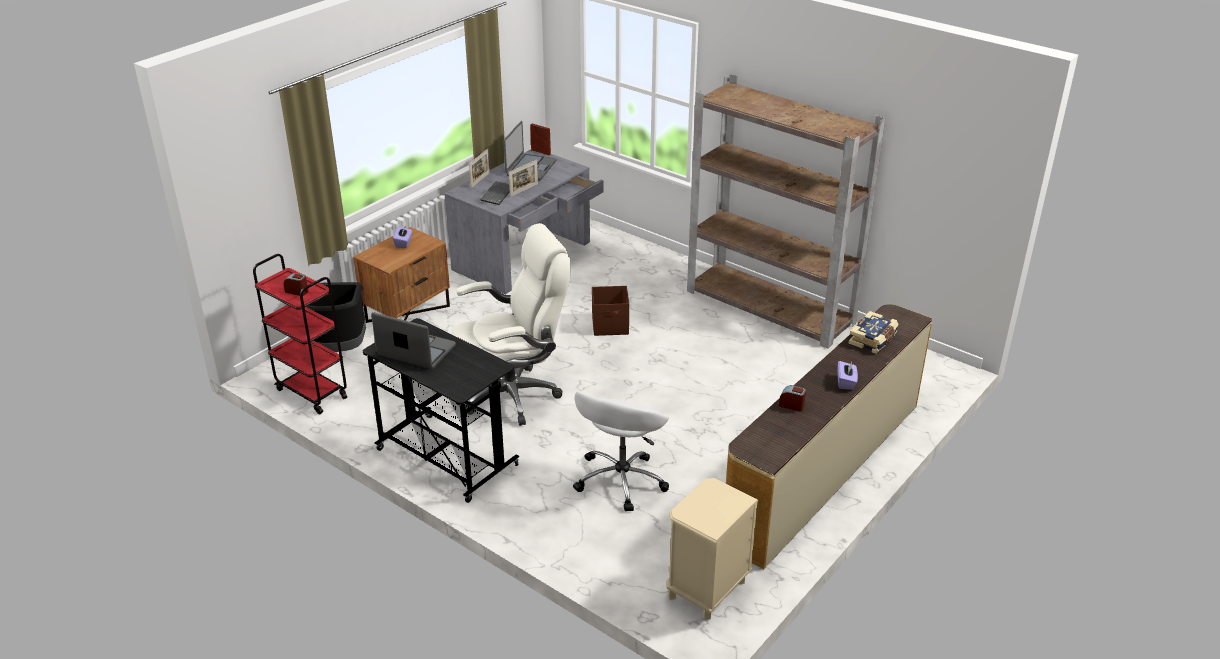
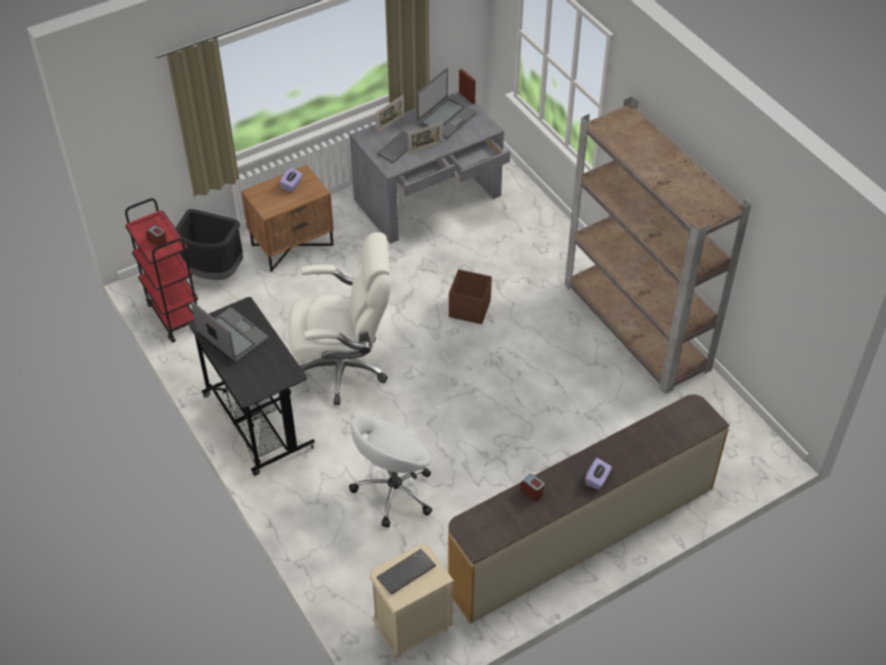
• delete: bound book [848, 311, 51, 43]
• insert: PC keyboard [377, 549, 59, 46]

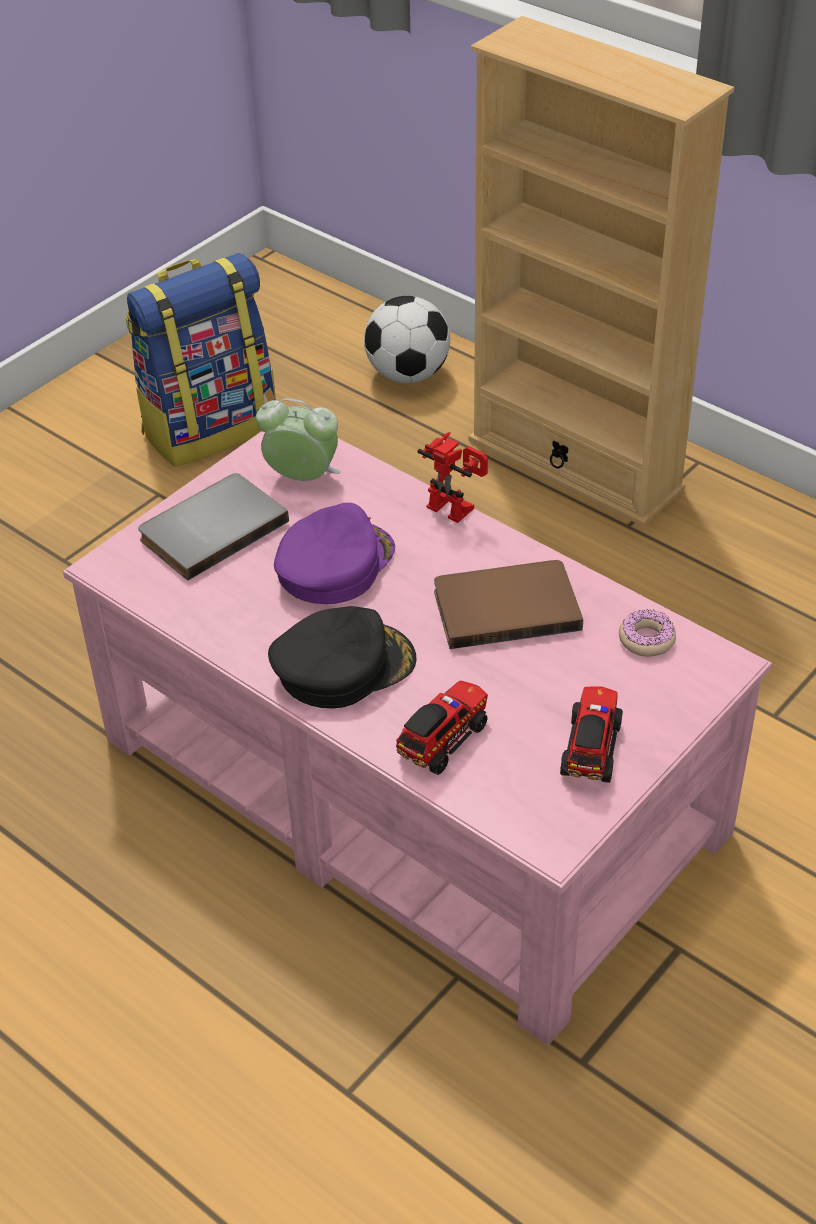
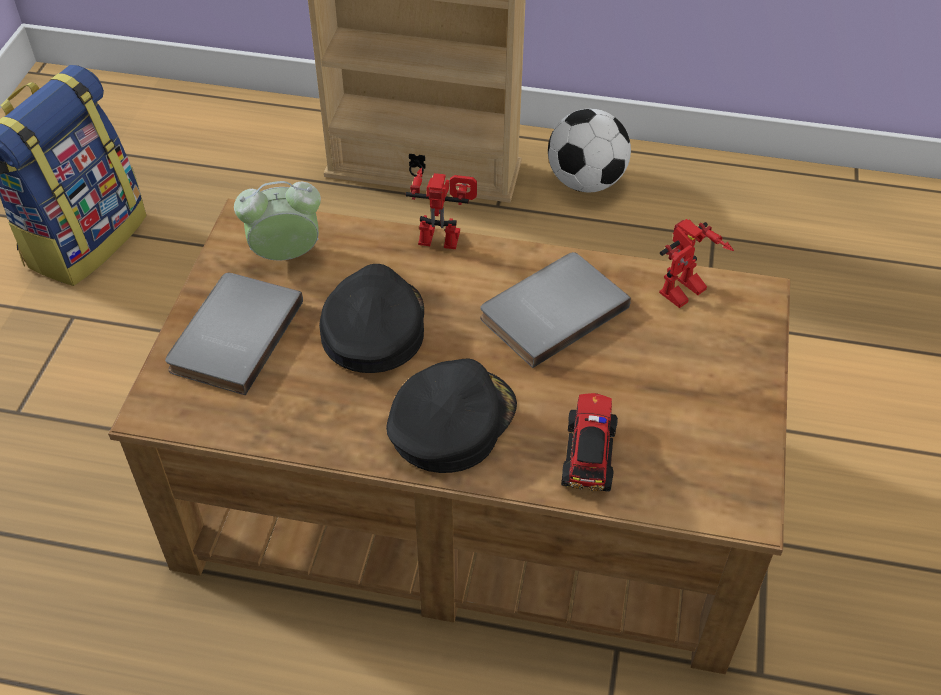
• recolor: pink-coloured low table [63, 431, 709, 615] to brownish low table [108, 199, 682, 475]
• recolor: purplish cap [274, 503, 121, 101] to black cap [319, 264, 105, 109]
• move: football ball [364, 296, 86, 87] to [548, 109, 83, 83]
• recolor: brownish bound book [434, 560, 149, 89] to greyish bound book [480, 252, 151, 116]
• delete: toy lorry [560, 686, 63, 97]
• replace: ring doughnut [619, 609, 57, 48] to robot figure [659, 219, 75, 89]

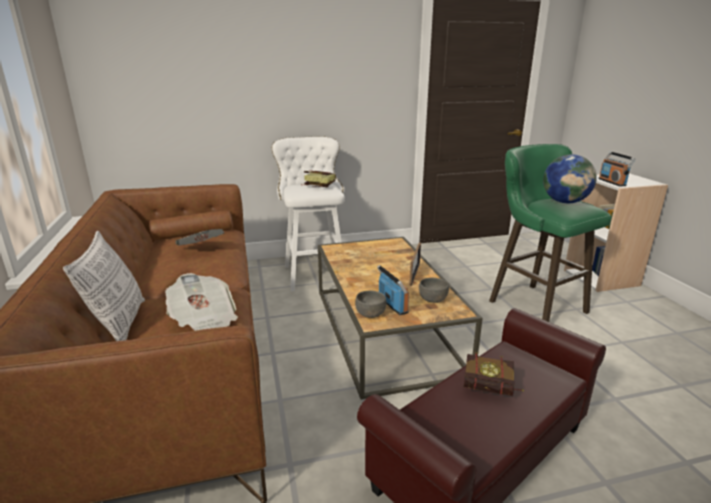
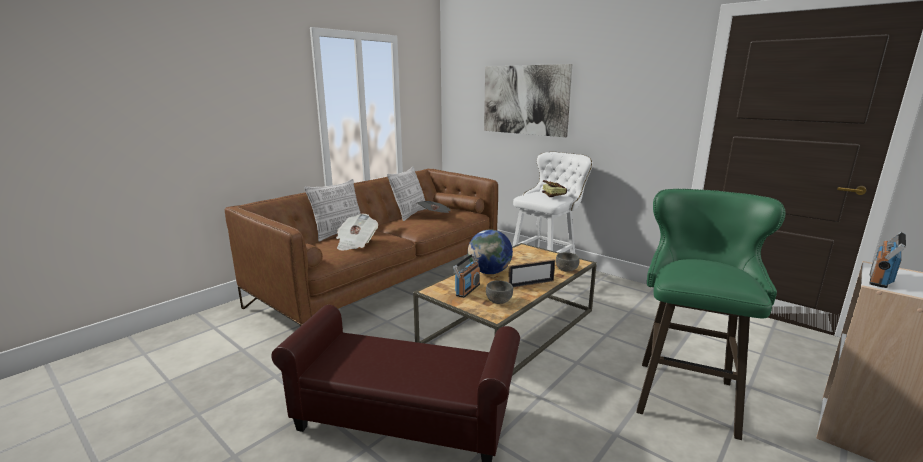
• move: greyish deep dish [355, 291, 31, 27] to [556, 252, 24, 20]
• delete: bound book [463, 352, 61, 44]
• move: desk globe [543, 154, 54, 49] to [468, 229, 45, 45]
• insert: pillow [387, 167, 40, 54]
• insert: picture [484, 64, 88, 73]

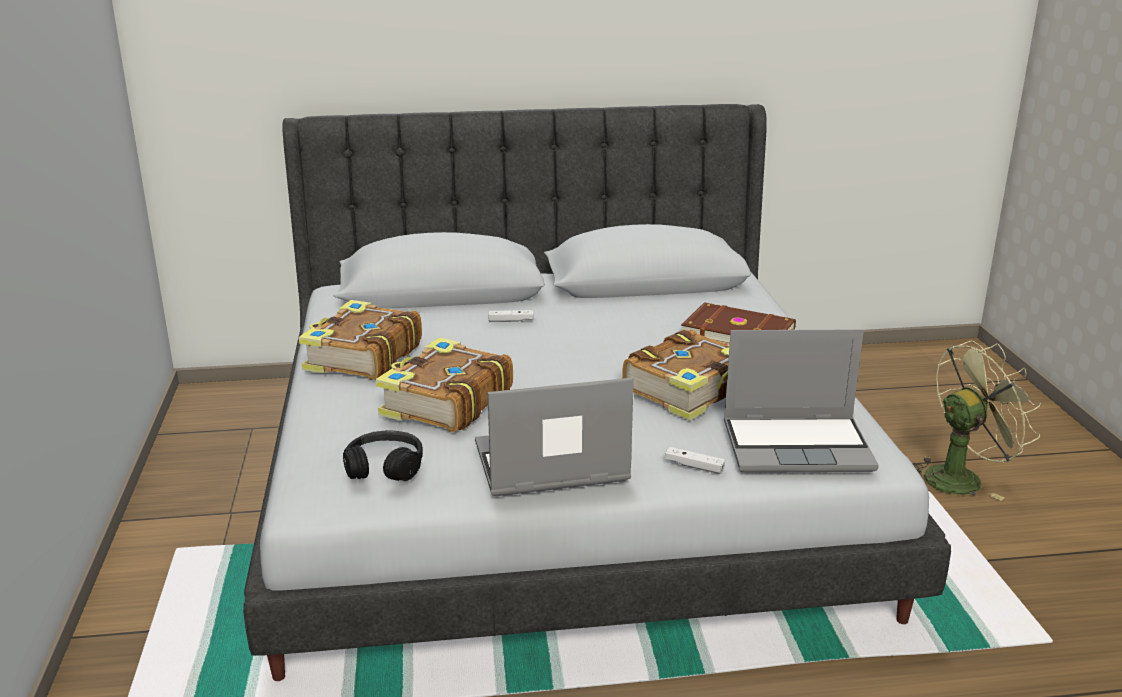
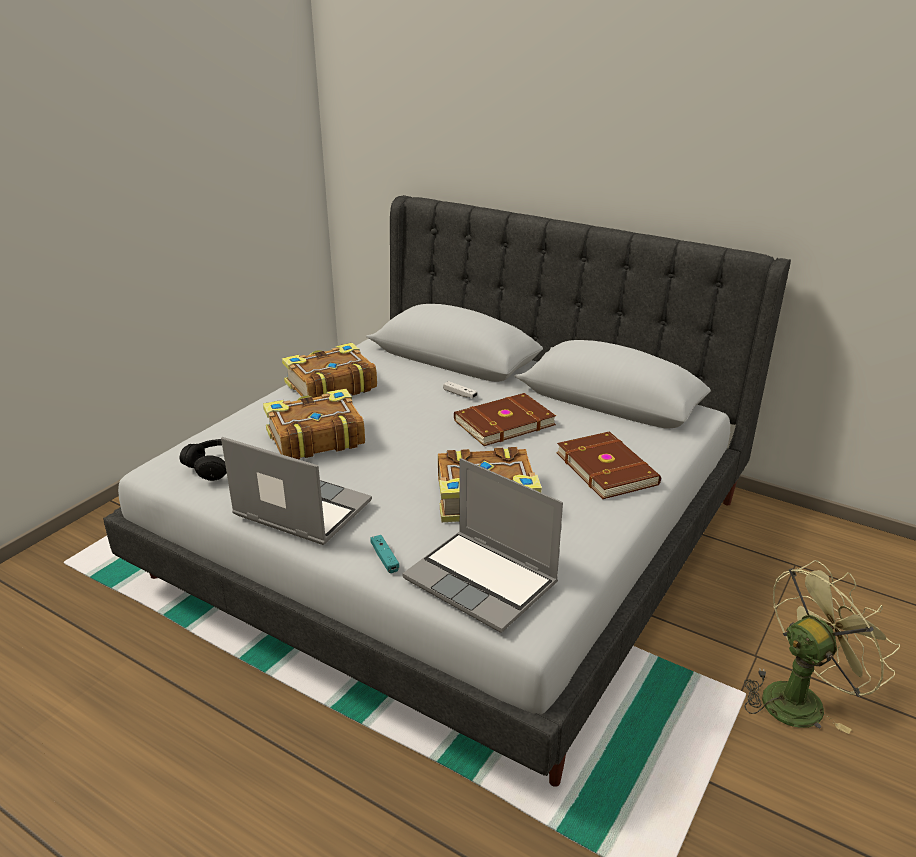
• recolor: white joypad [665, 447, 60, 27] to turquoise-coloured joypad [370, 535, 29, 38]
• rotate: green electric fan [912, 341, 129, 160] = [744, 560, 156, 174] 45 degrees counterclockwise
• insert: brownish bound book [454, 393, 102, 53]

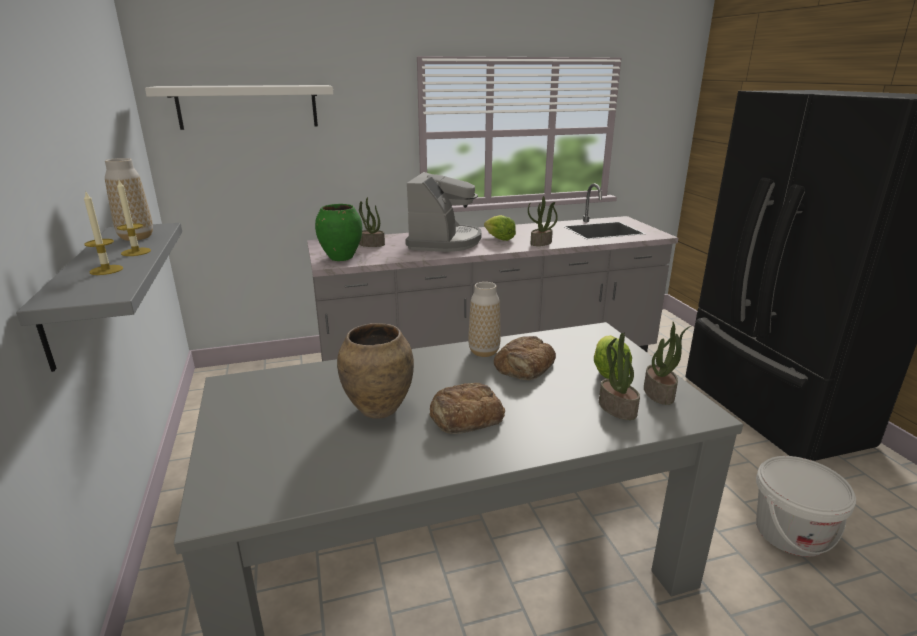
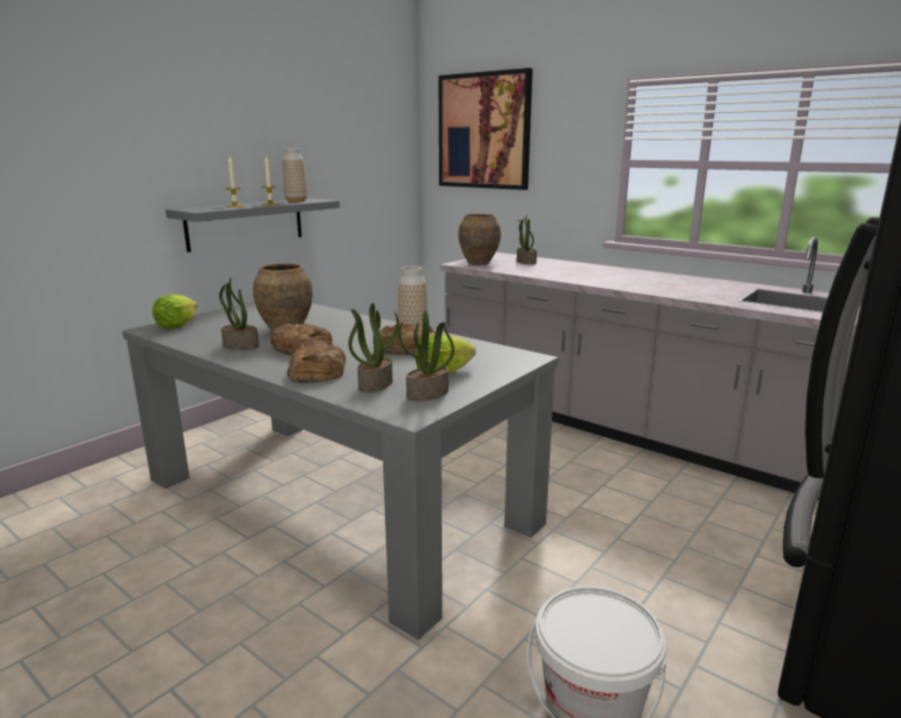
• replace: white bracket shelf [145, 85, 188, 45] to picture [439, 68, 94, 122]
• recolor: green vase [315, 204, 47, 57] to brownish vase [458, 214, 43, 51]
• delete: coffee machine [405, 172, 77, 80]
• move: lettuce head [484, 215, 32, 26] to [153, 294, 45, 35]
• move: plant in a pot [528, 196, 30, 50] to [219, 278, 40, 72]
• insert: bread [287, 340, 59, 43]

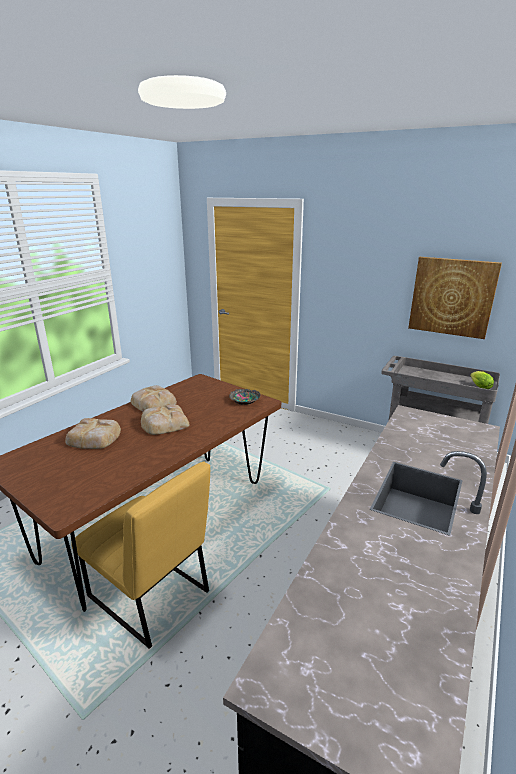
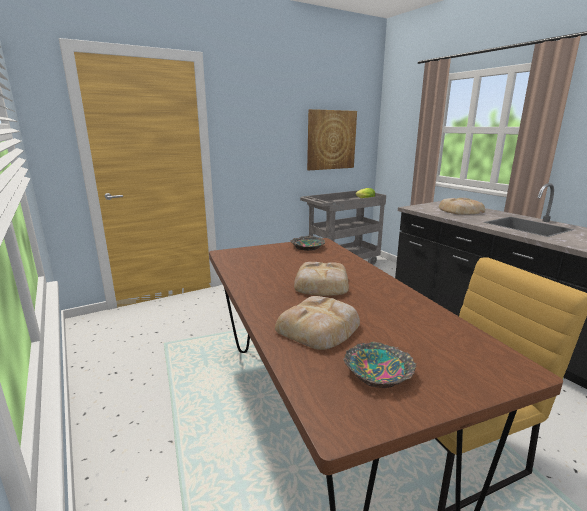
• move: bread [131, 385, 46, 27] to [439, 198, 46, 17]
• insert: deep dish [343, 342, 74, 46]

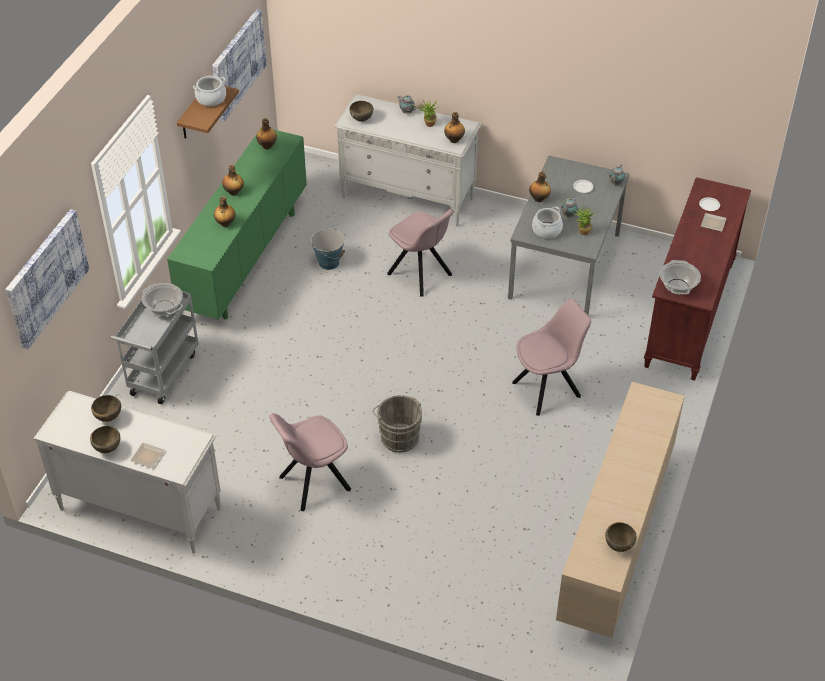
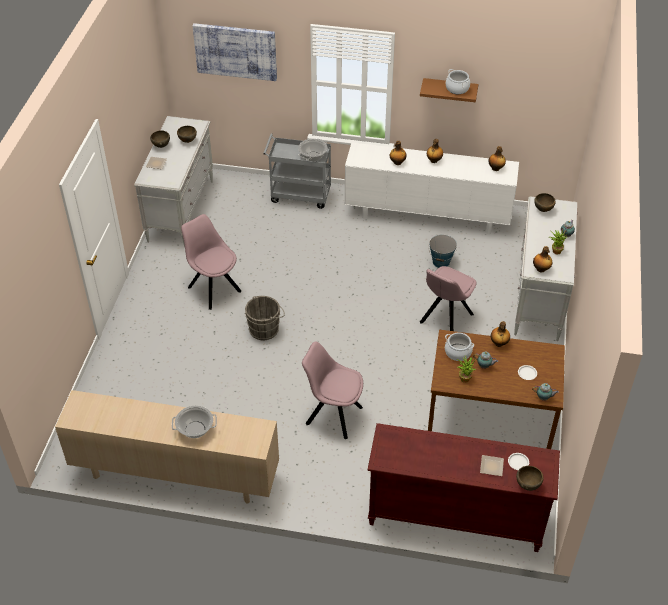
• recolor: green cupboard [167, 127, 140, 193] to white cupboard [345, 142, 174, 92]
• delete: picture [212, 9, 55, 113]
• recolor: greyish kitchen table [508, 156, 122, 159] to brownish kitchen table [428, 329, 137, 120]
• rotate: pink-coloured chair [512, 299, 79, 117] = [302, 341, 61, 98] 150 degrees clockwise
• move: brownish deep dish [605, 522, 32, 30] to [516, 466, 28, 25]
• move: saucepot [659, 260, 42, 34] to [172, 406, 45, 32]

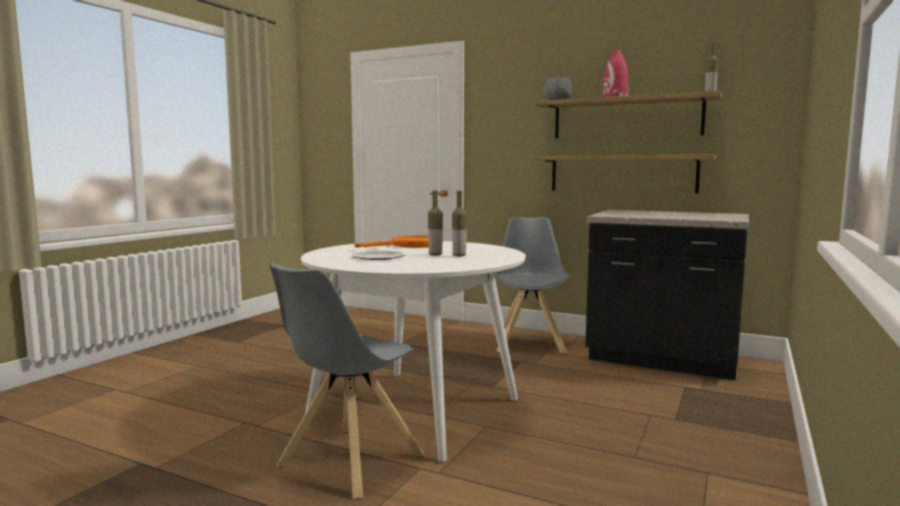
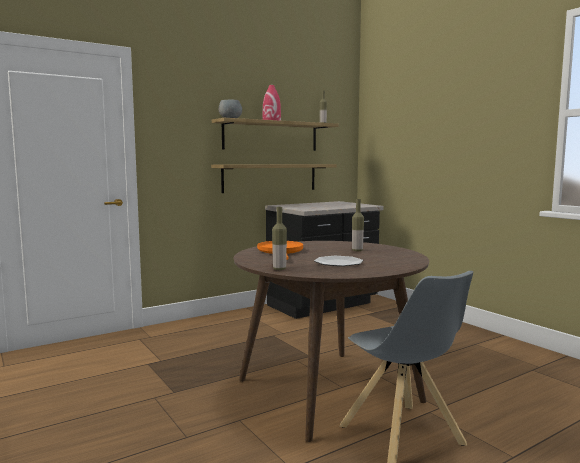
• recolor: white kitchen table [301, 241, 225, 221] to brownish kitchen table [234, 241, 195, 201]
• move: drink bottle [428, 191, 15, 65] to [272, 207, 15, 63]
• delete: greyish chair [495, 217, 74, 137]

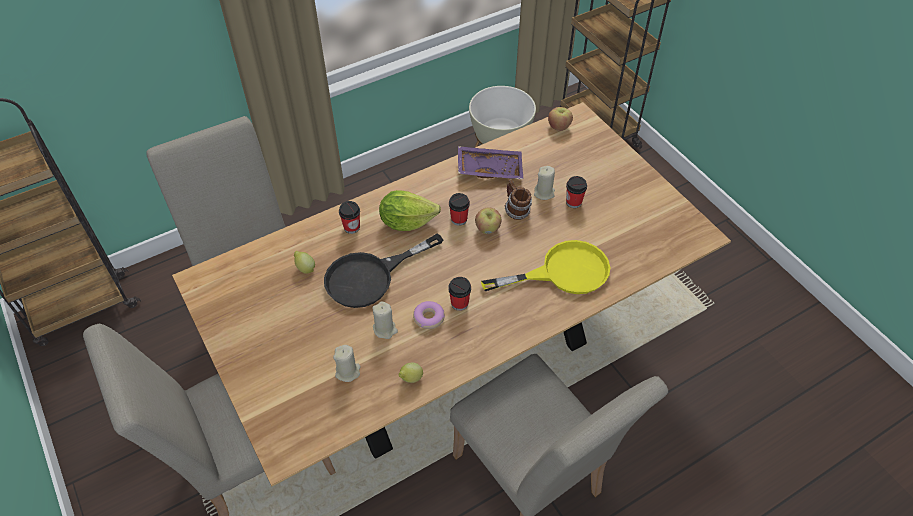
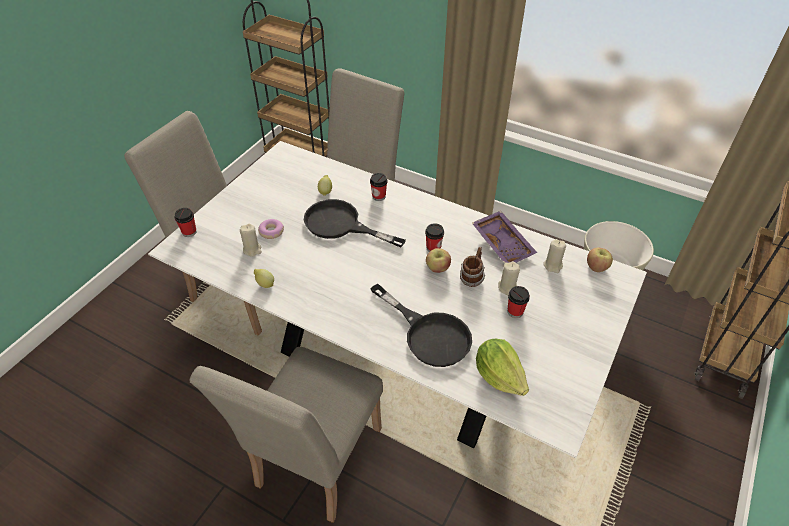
• recolor: brownish kitchen table [172, 102, 559, 384] to white kitchen table [148, 141, 499, 317]
• move: beige wax light [372, 301, 26, 38] to [543, 239, 23, 34]
• move: lettuce head [379, 190, 62, 41] to [476, 339, 53, 57]
• move: ring doughnut [413, 301, 32, 28] to [258, 219, 26, 20]
• move: drinking cup [448, 277, 23, 34] to [175, 208, 22, 29]
• recolor: yellow skillet [481, 240, 129, 54] to black skillet [371, 284, 101, 83]

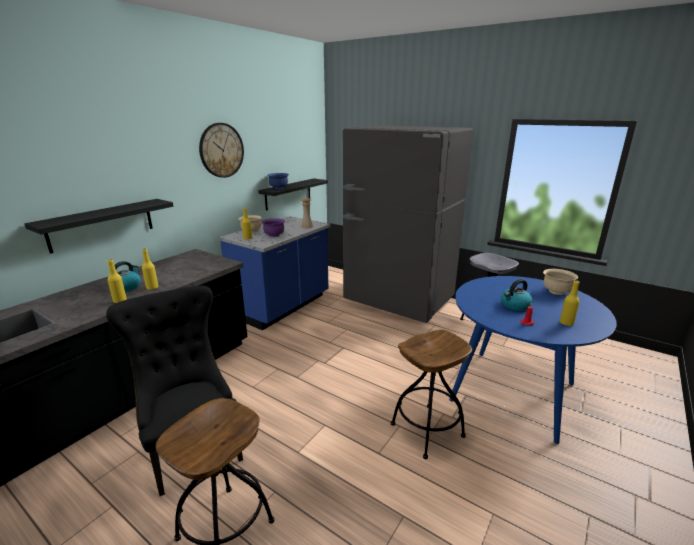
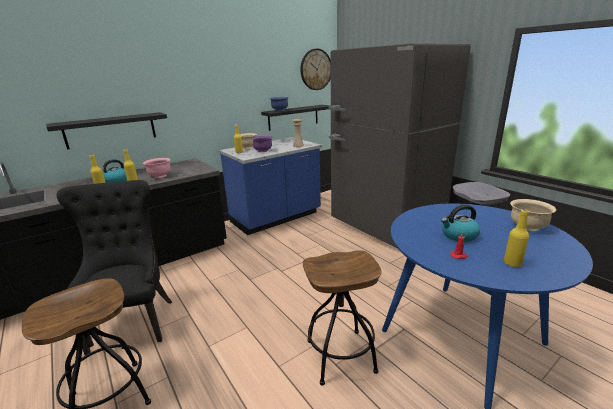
• move: hanging clock [199, 123, 45, 55] to [300, 49, 31, 41]
• insert: pink-coloured deep dish [143, 158, 28, 20]

